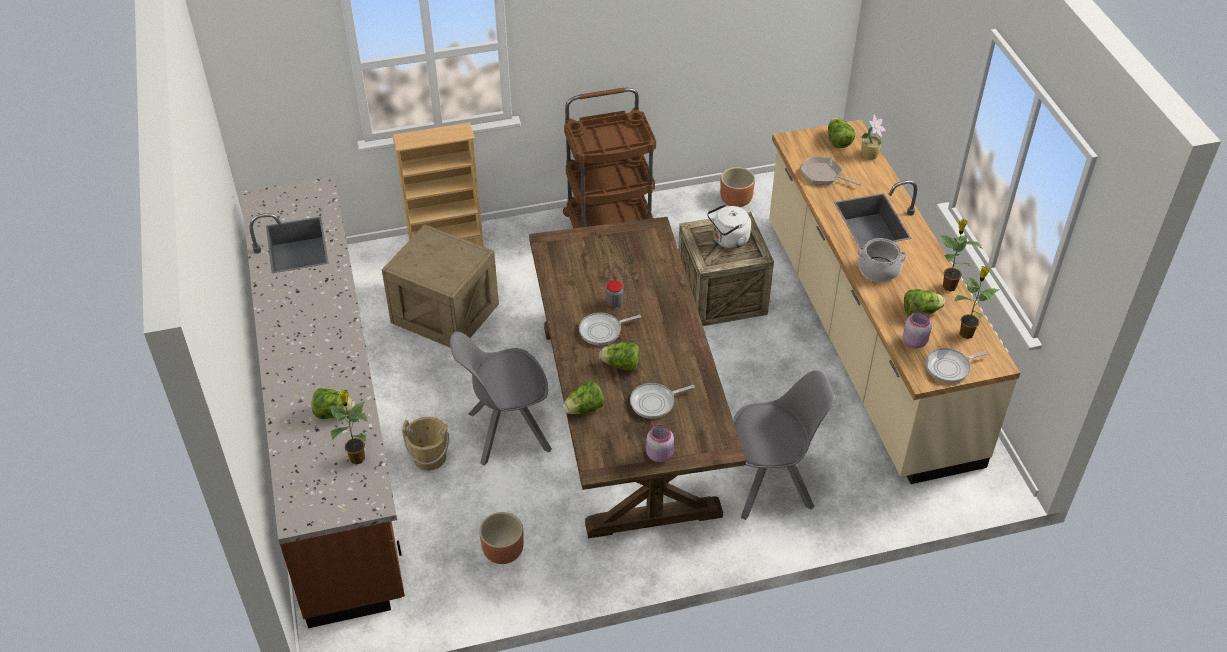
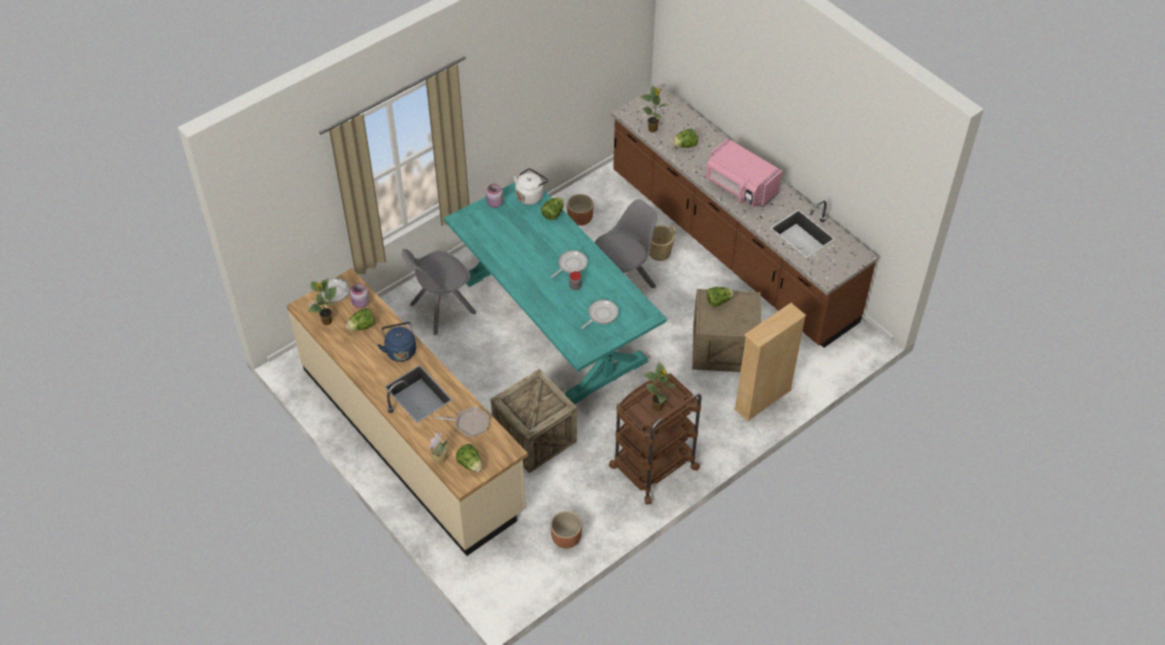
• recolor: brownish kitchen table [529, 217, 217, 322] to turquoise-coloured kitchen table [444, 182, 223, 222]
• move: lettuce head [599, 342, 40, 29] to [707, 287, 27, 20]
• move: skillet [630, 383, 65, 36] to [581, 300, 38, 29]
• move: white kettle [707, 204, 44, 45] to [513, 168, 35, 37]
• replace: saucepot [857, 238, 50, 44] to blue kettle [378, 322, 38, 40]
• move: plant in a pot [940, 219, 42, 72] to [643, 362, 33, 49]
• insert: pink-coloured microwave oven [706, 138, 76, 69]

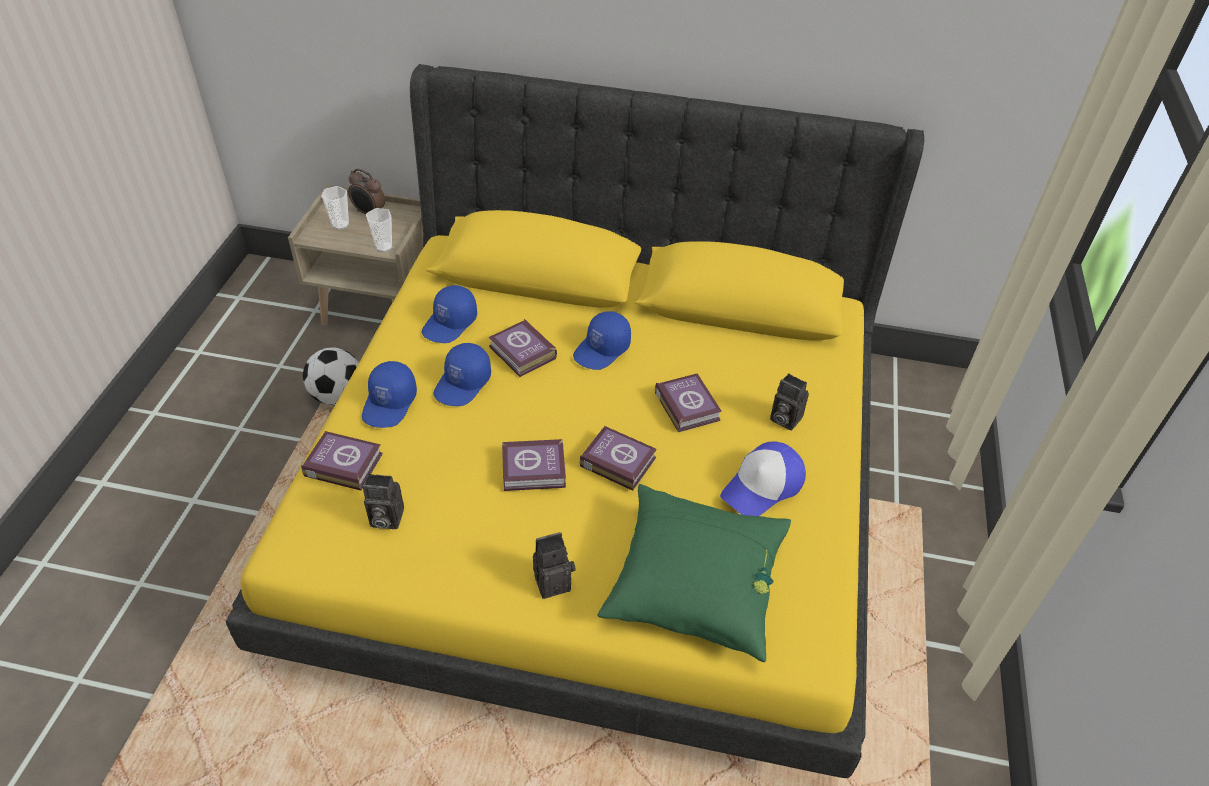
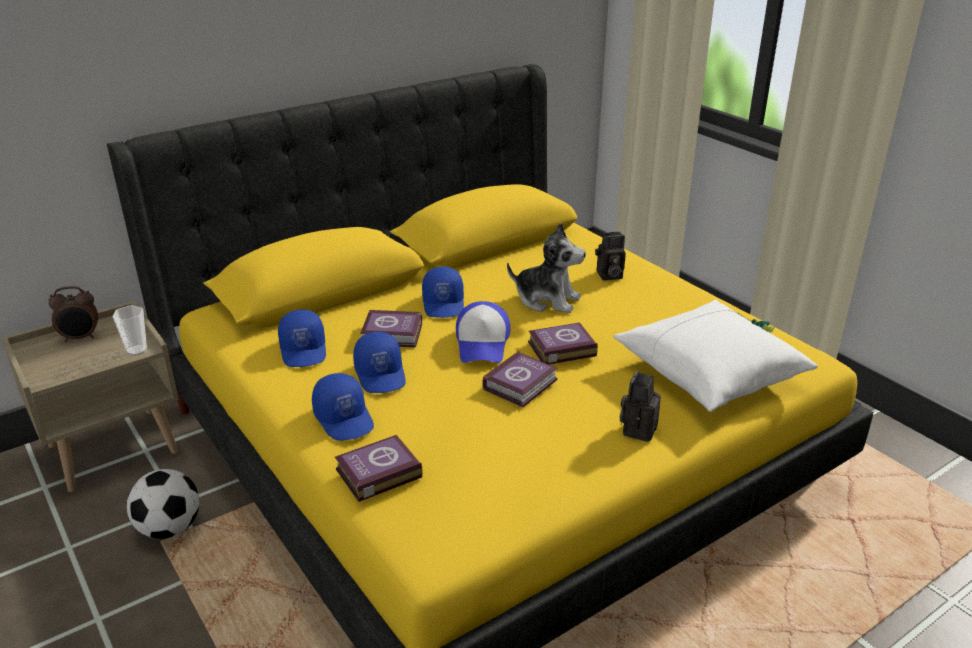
• delete: drinking cup [321, 186, 28, 44]
• delete: photo camera [363, 474, 41, 55]
• recolor: green pillow [597, 484, 194, 178] to white pillow [613, 300, 205, 112]
• replace: bound book [655, 374, 67, 58] to plush toy [507, 222, 79, 91]
• move: cap [720, 441, 86, 75] to [456, 301, 55, 62]

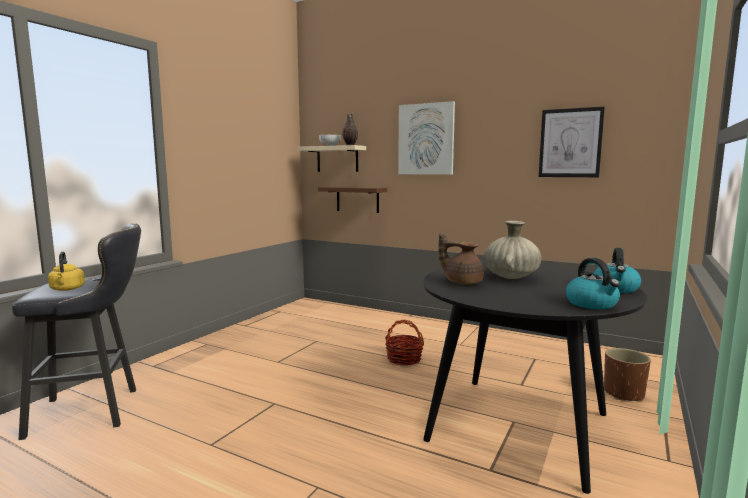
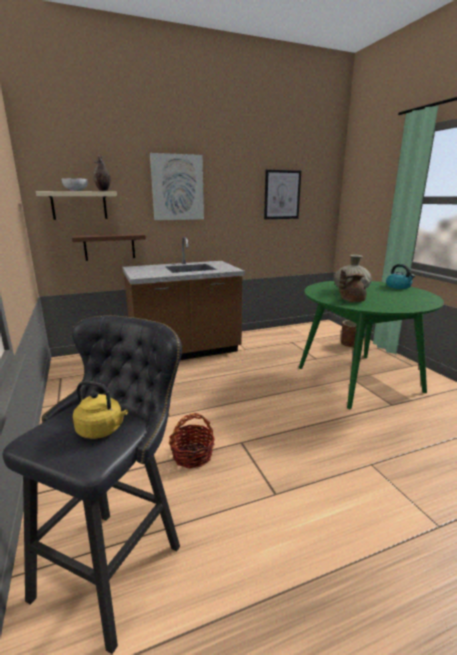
• move: storage basket [385, 320, 39, 46] to [169, 413, 46, 56]
• recolor: black kitchen table [423, 264, 224, 230] to green kitchen table [299, 281, 145, 128]
• delete: kettle [566, 258, 54, 51]
• insert: brownish counter [122, 237, 123, 123]

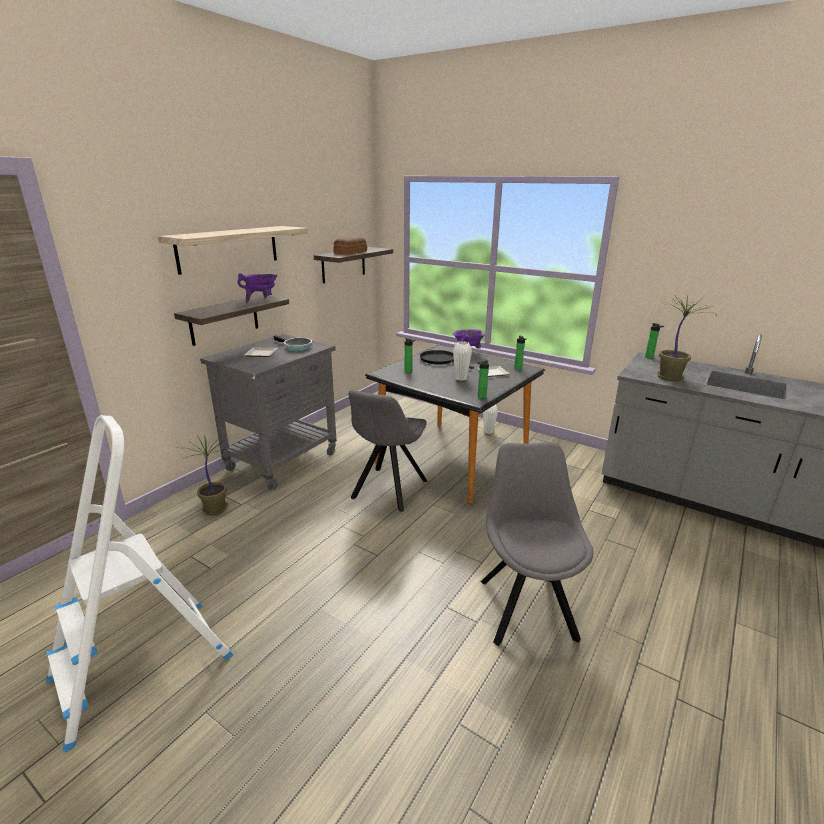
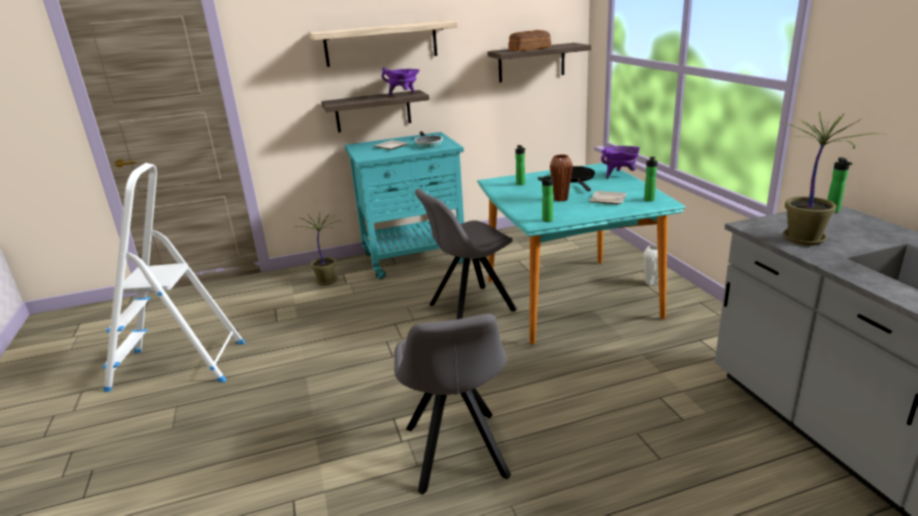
• recolor: greyish trolley [200, 334, 137, 156] to turquoise-coloured trolley [345, 132, 119, 147]
• recolor: black kitchen table [365, 345, 180, 158] to turquoise-coloured kitchen table [477, 163, 209, 181]
• recolor: white vase [453, 341, 19, 40] to brownish vase [550, 154, 23, 48]
• rotate: greyish chair [481, 442, 112, 204] = [394, 314, 117, 181] 135 degrees clockwise

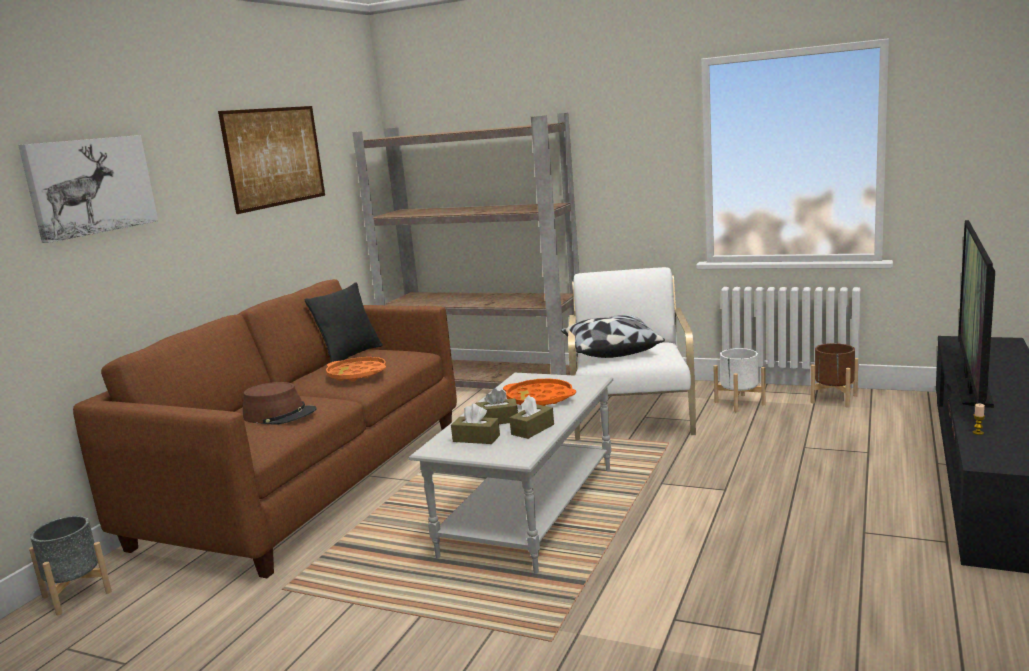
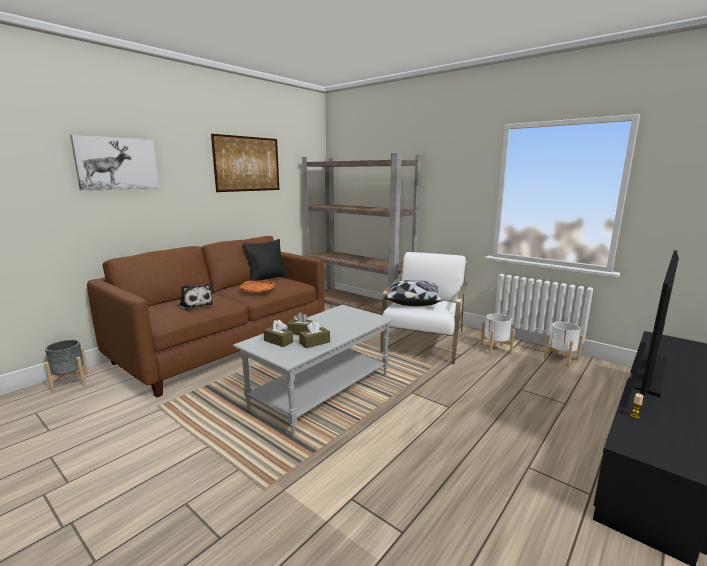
• replace: brownish clothing hat [243, 382, 74, 43] to plush toy [178, 283, 35, 27]
• delete: orange carrying tray [503, 378, 73, 28]
• recolor: brownish planter [811, 343, 47, 65] to white planter [543, 322, 40, 45]

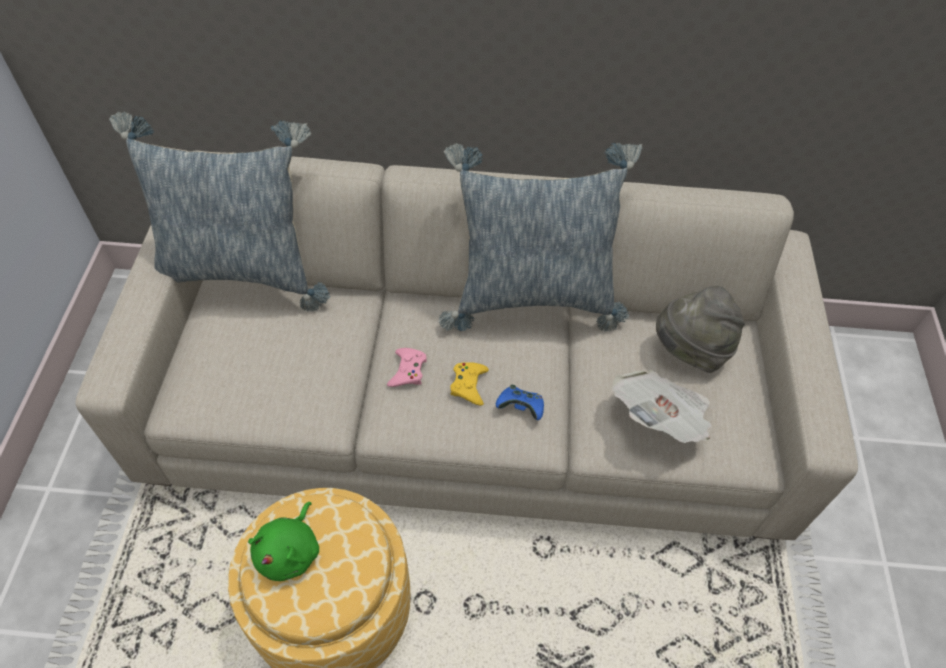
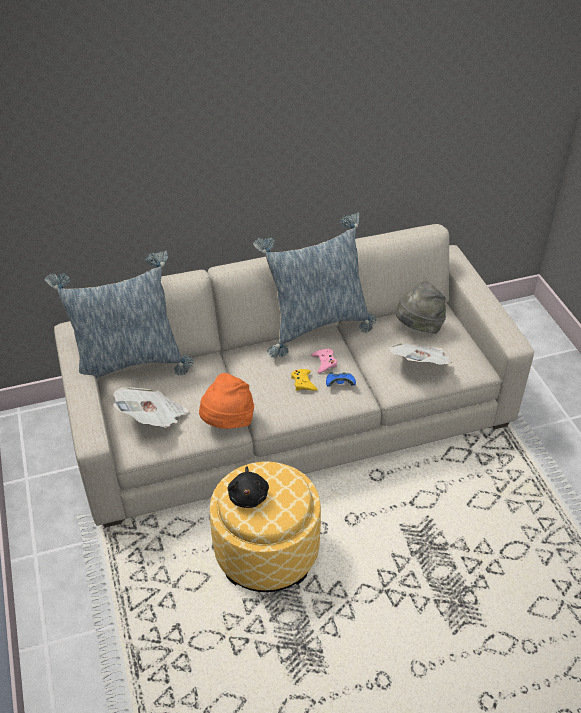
• recolor: green plush toy [248, 502, 71, 79] to black plush toy [228, 466, 41, 42]
• move: pink-coloured joypad [387, 348, 40, 39] to [311, 349, 26, 24]
• insert: daily paper [113, 387, 76, 41]
• insert: orange clothing hat [199, 373, 55, 56]

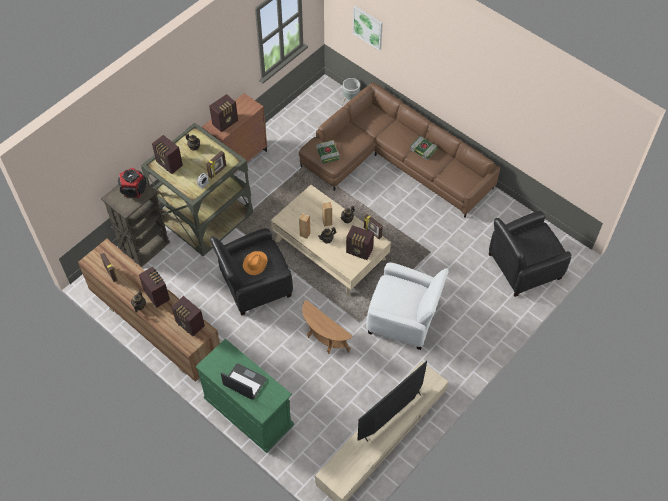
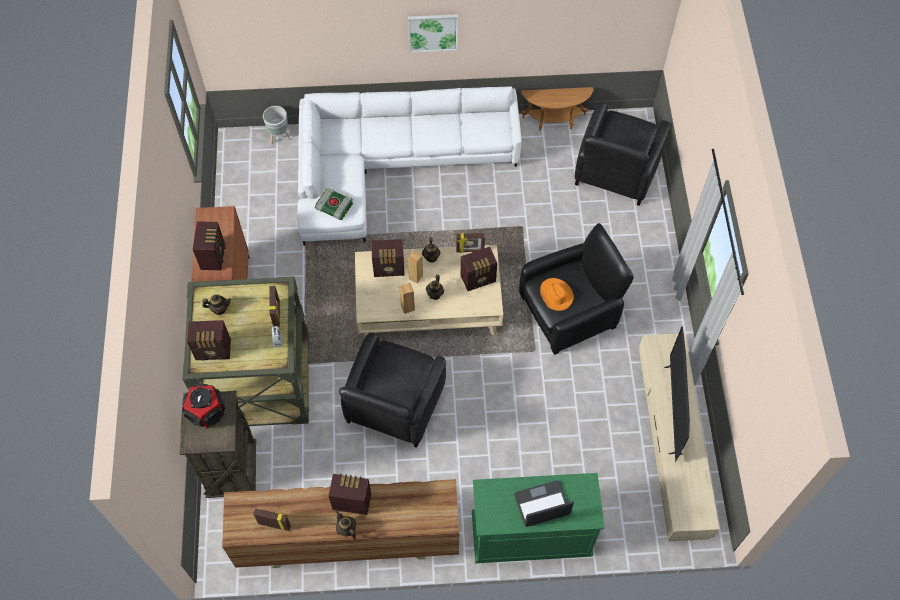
• move: radio [171, 296, 34, 40] to [371, 239, 33, 38]
• move: orange clothing hat [243, 251, 24, 24] to [540, 278, 34, 33]
• recolor: brownish sofa [299, 82, 201, 135] to white sofa [298, 86, 224, 159]
• move: brownish accent table [302, 300, 51, 54] to [521, 87, 72, 44]
• move: picture [353, 6, 30, 45] to [408, 14, 50, 39]
• recolor: white lounge chair [366, 263, 83, 87] to black lounge chair [519, 223, 115, 132]
• delete: bound book [410, 136, 28, 24]

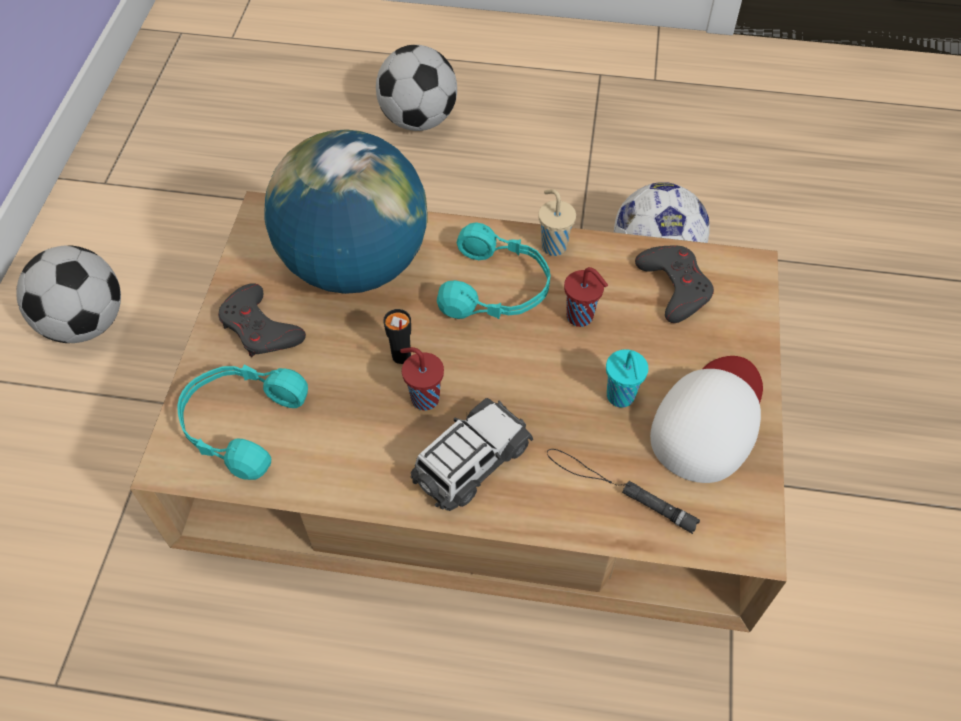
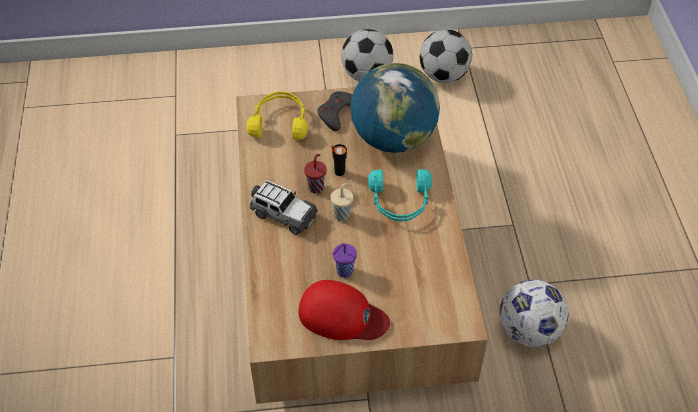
• recolor: turquoise-coloured headphones [177, 364, 131, 116] to yellow headphones [246, 91, 62, 49]
• move: football ball [376, 45, 81, 86] to [420, 29, 52, 54]
• move: beige drinking cup [538, 189, 38, 67] to [330, 183, 23, 38]
• delete: black torch [547, 449, 153, 85]
• delete: red-coloured drinking cup [564, 267, 44, 60]
• recolor: turquoise-coloured drinking cup [606, 350, 42, 57] to purplish drinking cup [332, 243, 25, 35]
• delete: greyish joypad [635, 246, 79, 77]
• recolor: white cap [650, 356, 113, 127] to red-coloured cap [299, 280, 91, 60]

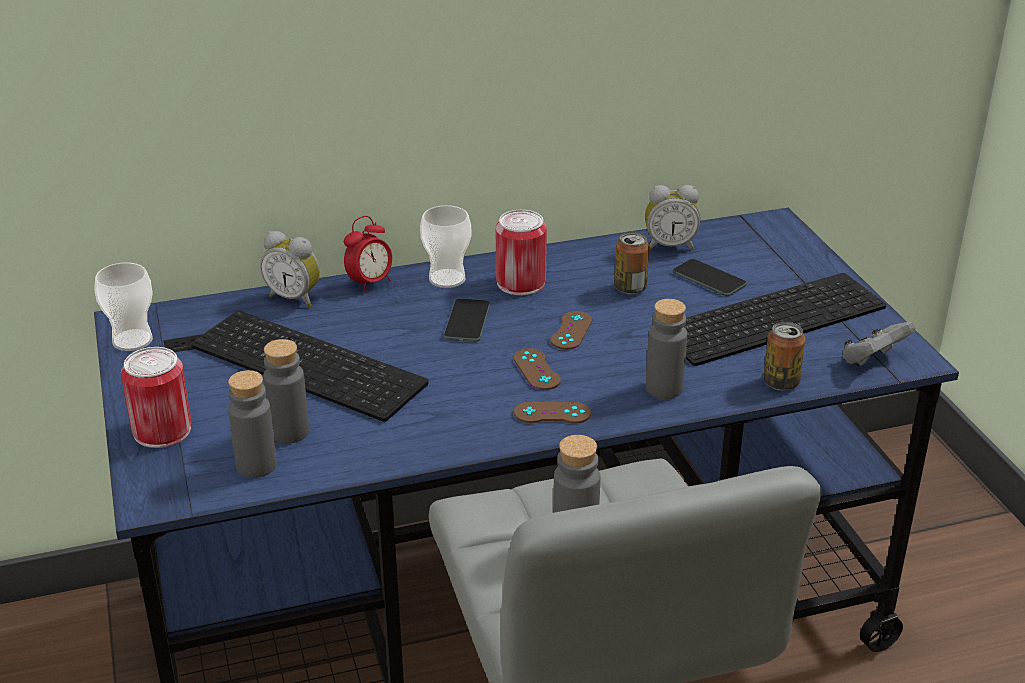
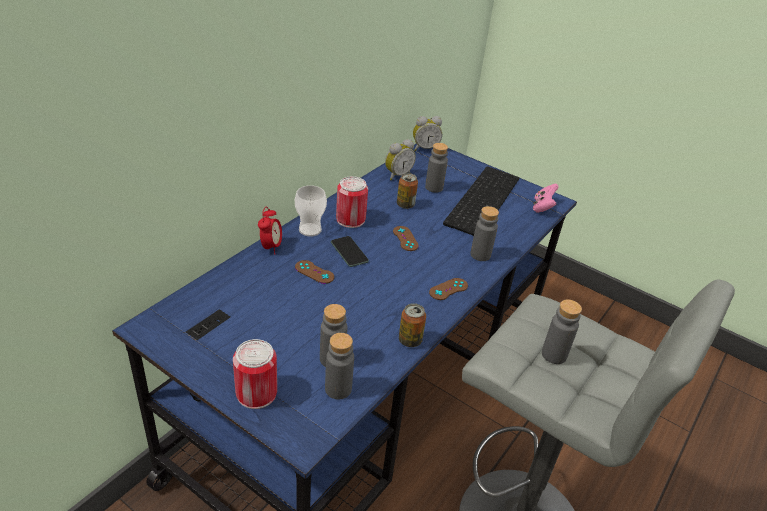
• delete: drinking cup [94, 262, 59, 89]
• delete: PC keyboard [191, 310, 238, 112]
• move: alarm clock [260, 231, 60, 76] to [413, 116, 29, 35]
• move: brownish joypad [513, 348, 48, 42] to [295, 260, 39, 24]
• replace: phone [673, 259, 74, 37] to greyish drink bottle [425, 143, 23, 50]
• move: can [763, 322, 42, 69] to [399, 303, 27, 44]
• recolor: greyish joypad [843, 322, 72, 44] to pink-coloured joypad [533, 184, 26, 29]

